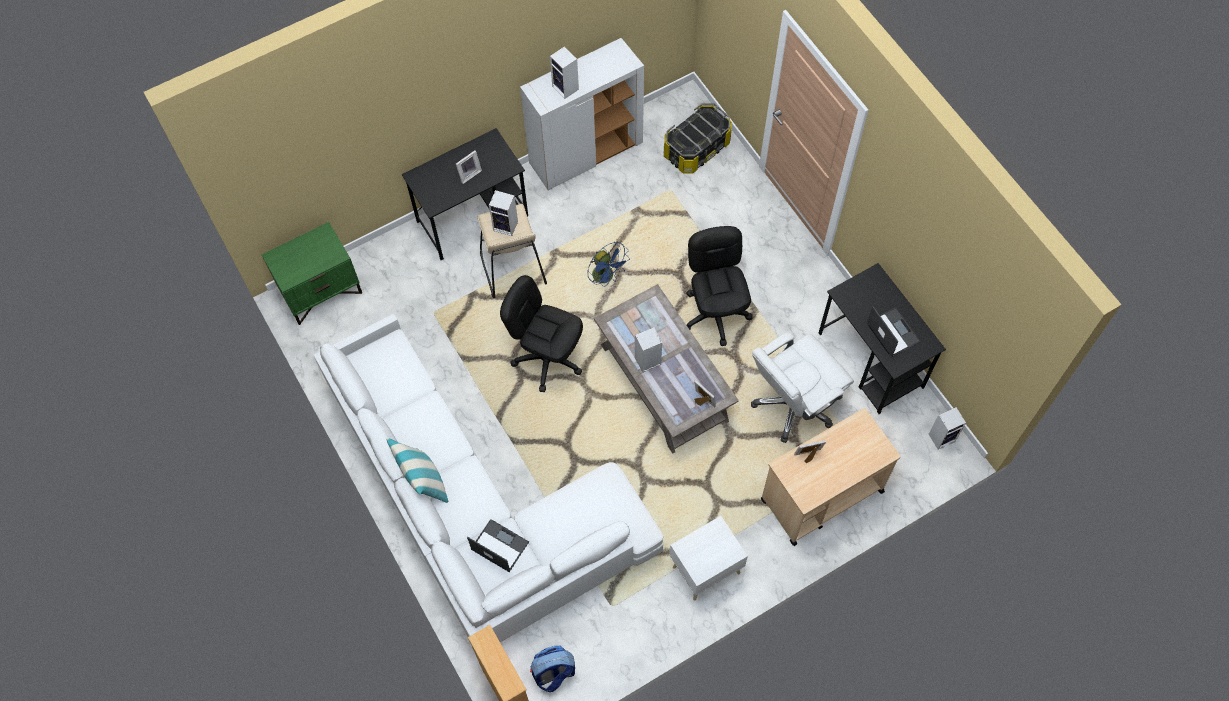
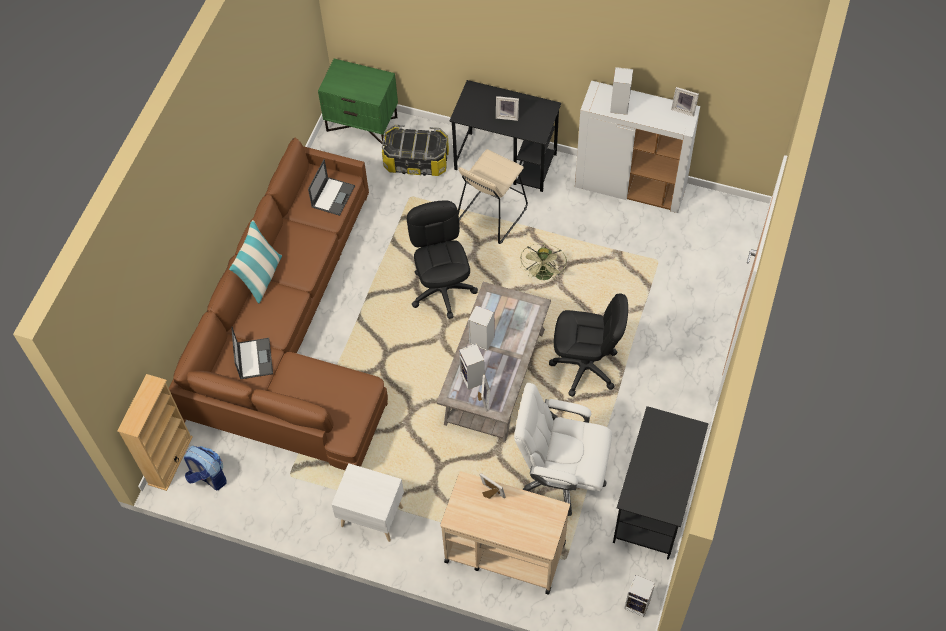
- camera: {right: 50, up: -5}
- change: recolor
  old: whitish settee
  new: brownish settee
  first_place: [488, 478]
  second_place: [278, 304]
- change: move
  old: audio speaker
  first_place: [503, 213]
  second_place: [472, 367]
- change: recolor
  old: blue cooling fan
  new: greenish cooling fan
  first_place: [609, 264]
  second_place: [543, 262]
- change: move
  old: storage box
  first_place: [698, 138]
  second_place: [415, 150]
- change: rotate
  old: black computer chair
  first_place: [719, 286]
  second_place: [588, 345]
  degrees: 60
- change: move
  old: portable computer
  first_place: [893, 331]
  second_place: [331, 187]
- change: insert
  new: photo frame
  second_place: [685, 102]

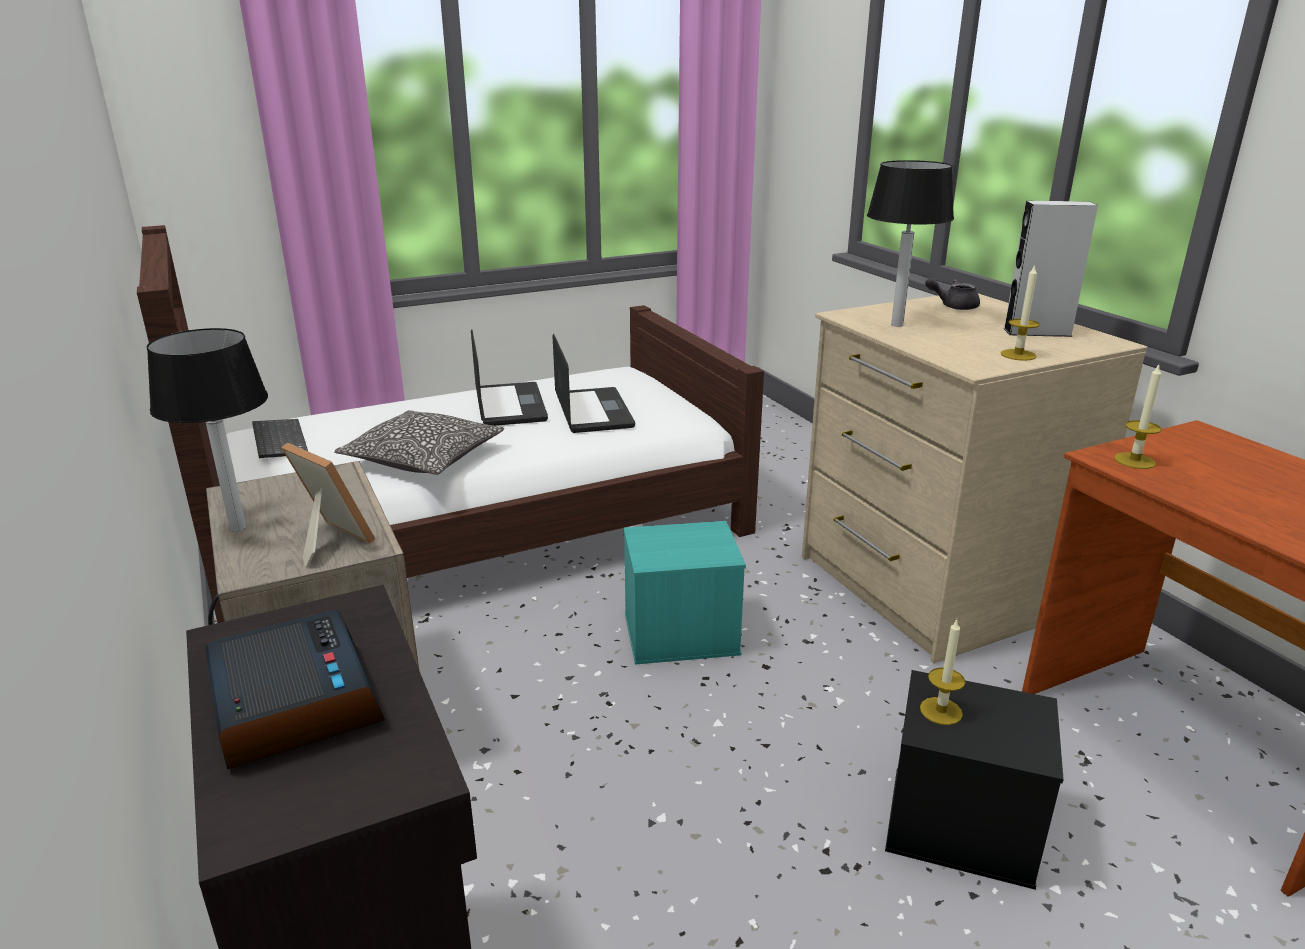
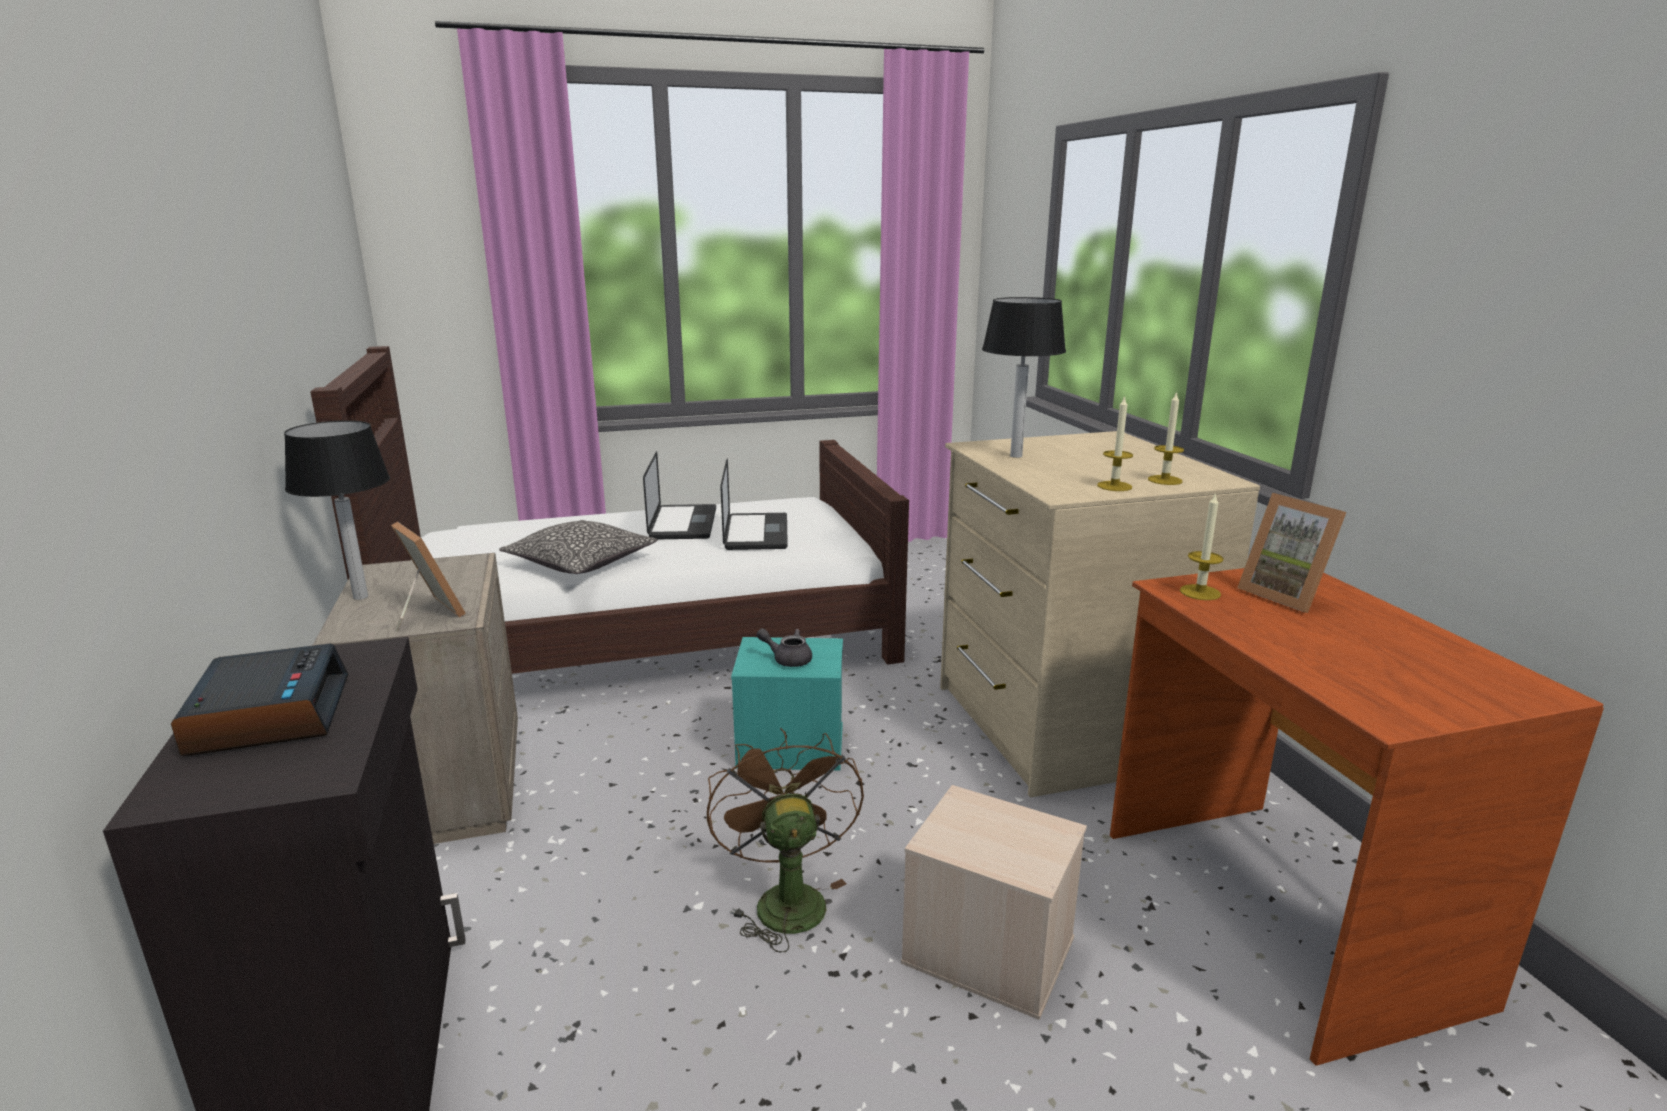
- camera: {right: 10, up: -5}
- change: delete
  old: keyboard
  first_place: [280, 438]
- change: recolor
  old: black storage box
  new: sand-coloured storage box
  first_place: [974, 780]
  second_place: [994, 902]
- change: move
  old: wax candle
  first_place: [942, 672]
  second_place: [1166, 438]
- change: move
  old: grey teapot
  first_place: [952, 293]
  second_place: [784, 647]
- change: delete
  old: grey audio speaker
  first_place: [1050, 269]
- change: insert
  new: brownish cooling fan
  second_place: [785, 840]
- change: insert
  new: photo frame
  second_place: [1291, 553]

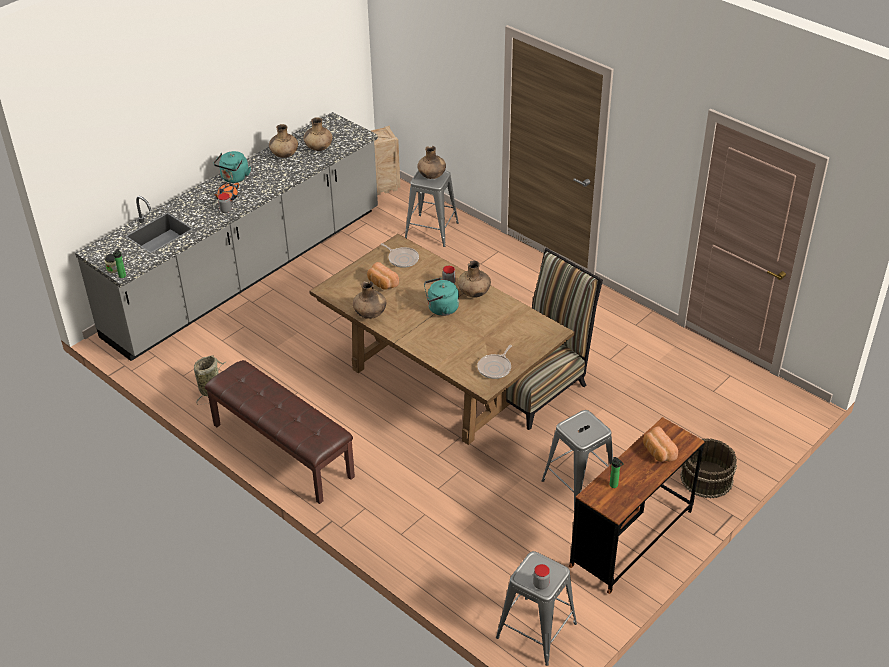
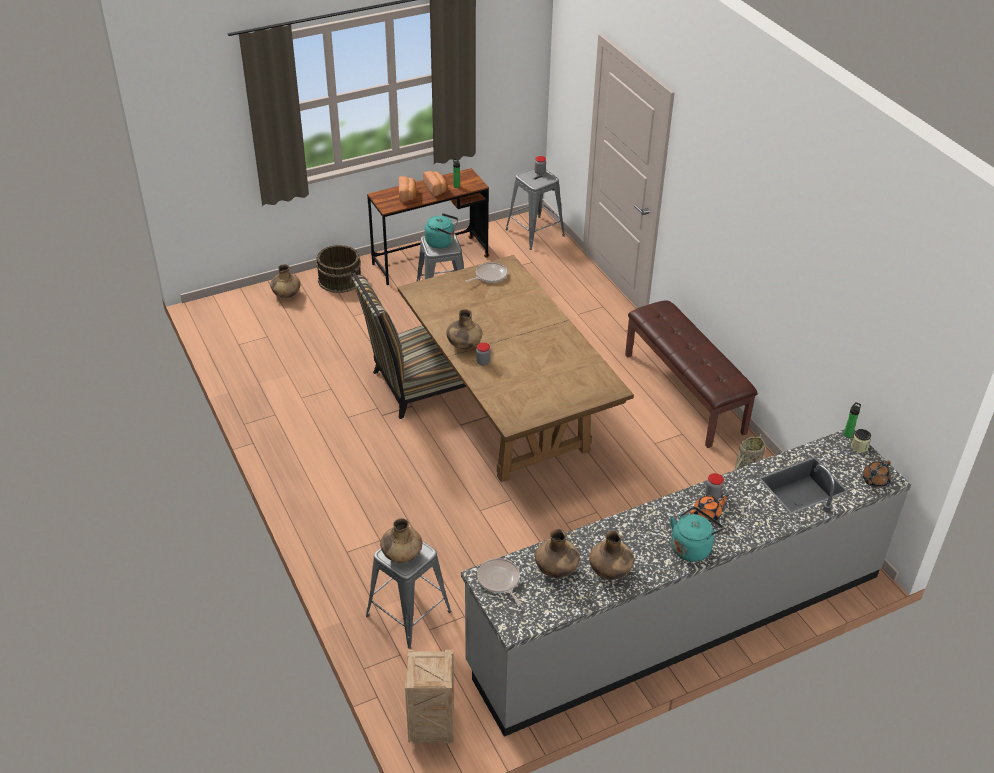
- camera: {right: -160, up: 0}
- change: move
  old: brownish decorative vase
  first_place: [369, 300]
  second_place: [285, 281]
- change: move
  old: bakery bread
  first_place: [383, 276]
  second_place: [435, 183]
- change: move
  old: frying pan
  first_place: [400, 255]
  second_place: [499, 581]
- change: move
  old: turquoise kettle
  first_place: [441, 296]
  second_place: [441, 231]
- change: insert
  new: brownish teapot
  second_place: [877, 474]

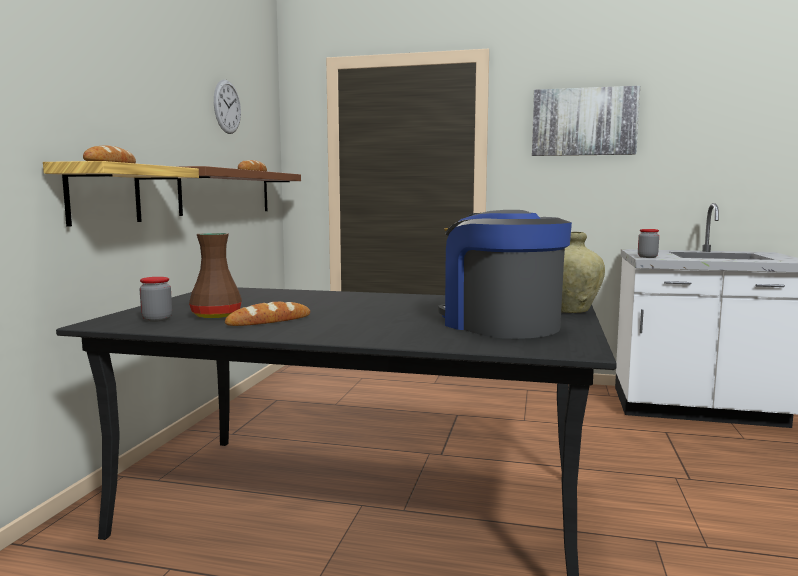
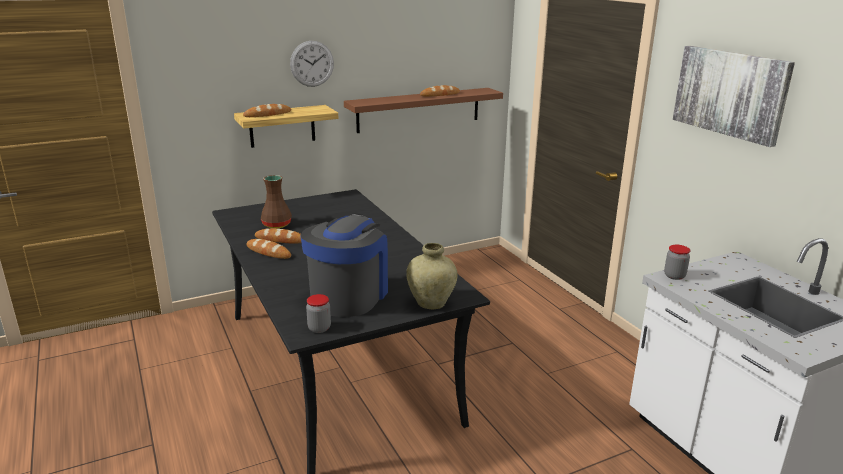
- camera: {right: 50, up: 15}
- change: move
  old: storage jar
  first_place: [156, 299]
  second_place: [318, 313]
- change: move
  old: clock on the wall
  first_place: [227, 107]
  second_place: [312, 64]
- change: insert
  new: bakery bread
  second_place: [269, 249]

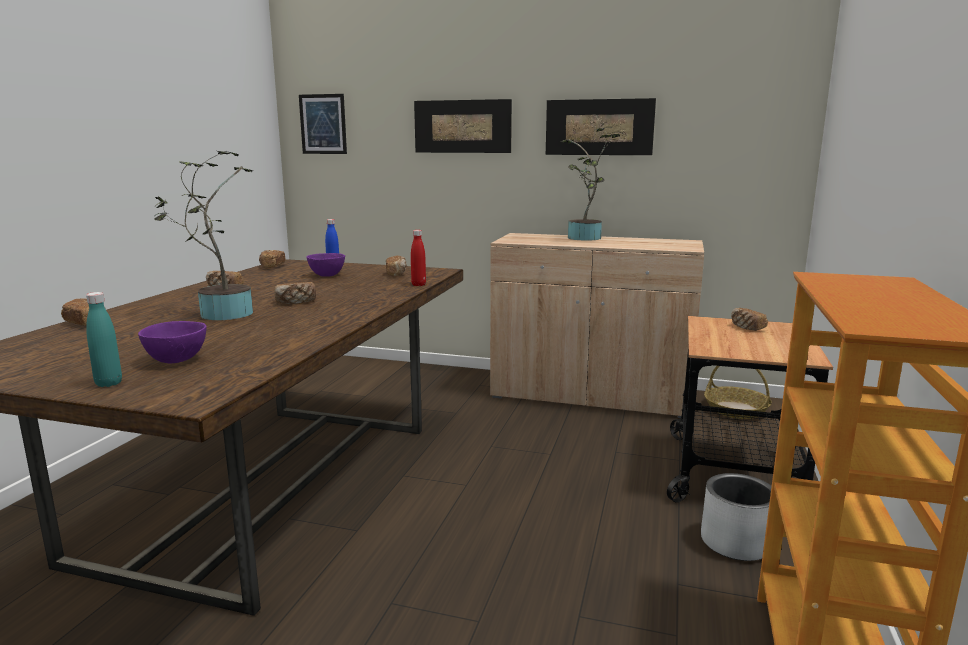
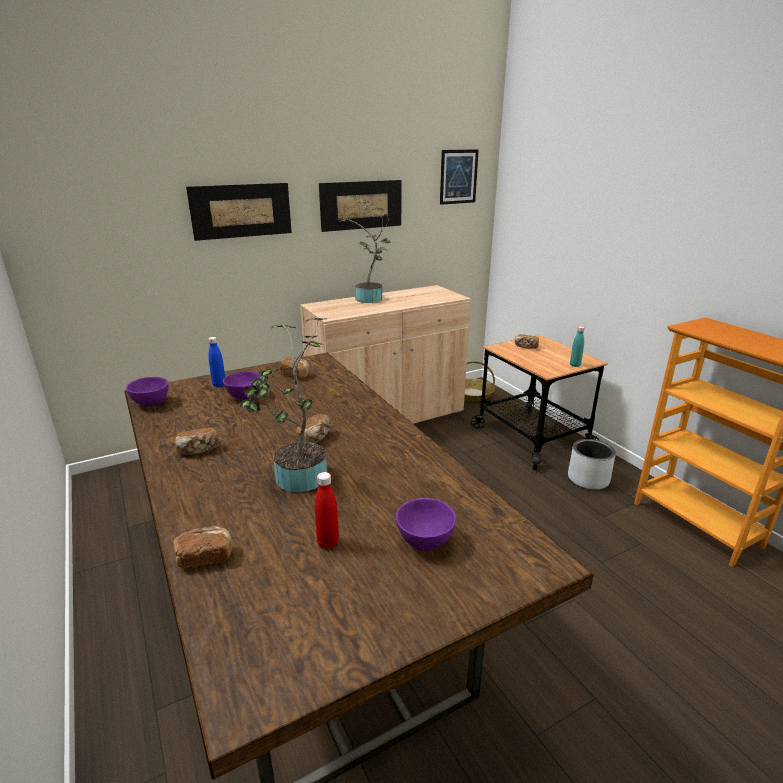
- camera: {right: -45, up: 10}
- change: move
  old: turquoise beverage bottle
  first_place: [104, 339]
  second_place: [577, 346]
- change: replace
  old: bakery bread
  new: purple bowl
  first_place: [272, 259]
  second_place: [147, 392]
- change: move
  old: picture
  first_place: [323, 124]
  second_place: [459, 177]
- change: move
  old: reddish beverage bottle
  first_place: [418, 258]
  second_place: [327, 511]

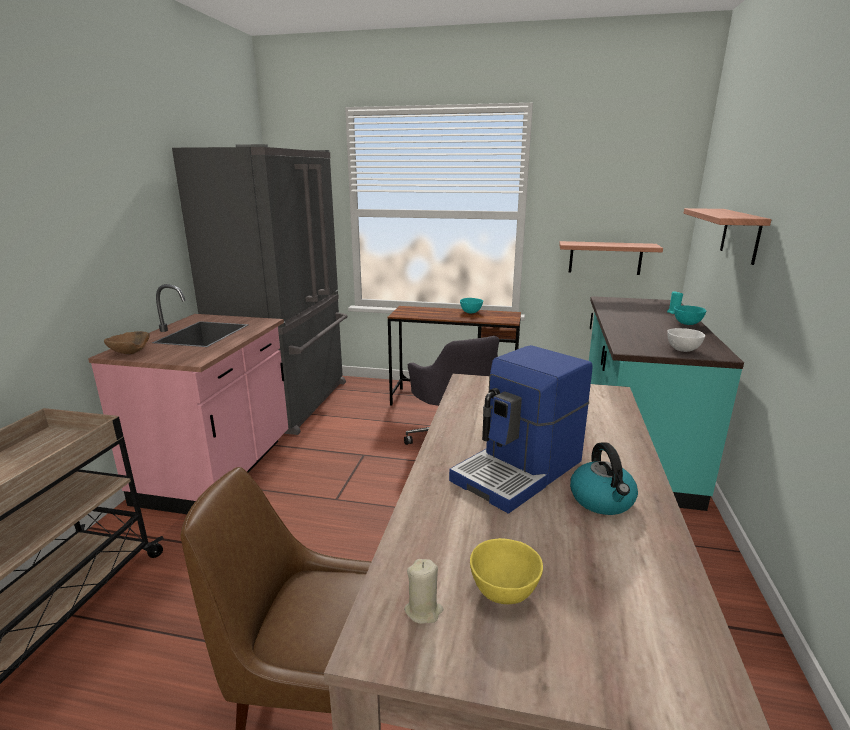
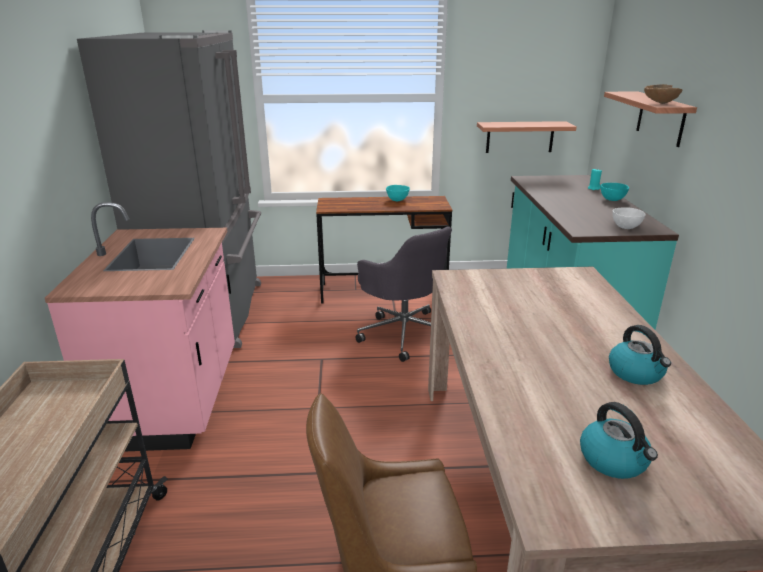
- camera: {right: -15, up: 5}
- change: move
  old: brownish bowl
  first_place: [127, 343]
  second_place: [663, 94]
- change: delete
  old: sand-coloured wax candle
  first_place: [423, 591]
- change: delete
  old: coffee brewer
  first_place: [521, 429]
- change: replace
  old: yellow-coloured bowl
  new: kettle
  first_place: [506, 571]
  second_place: [619, 440]

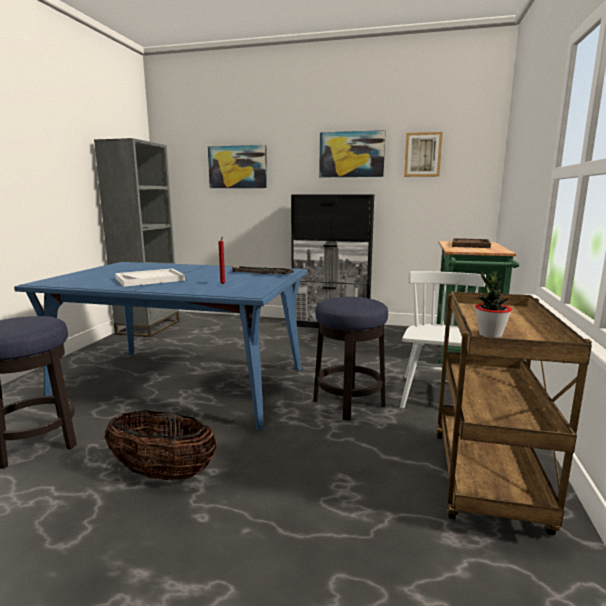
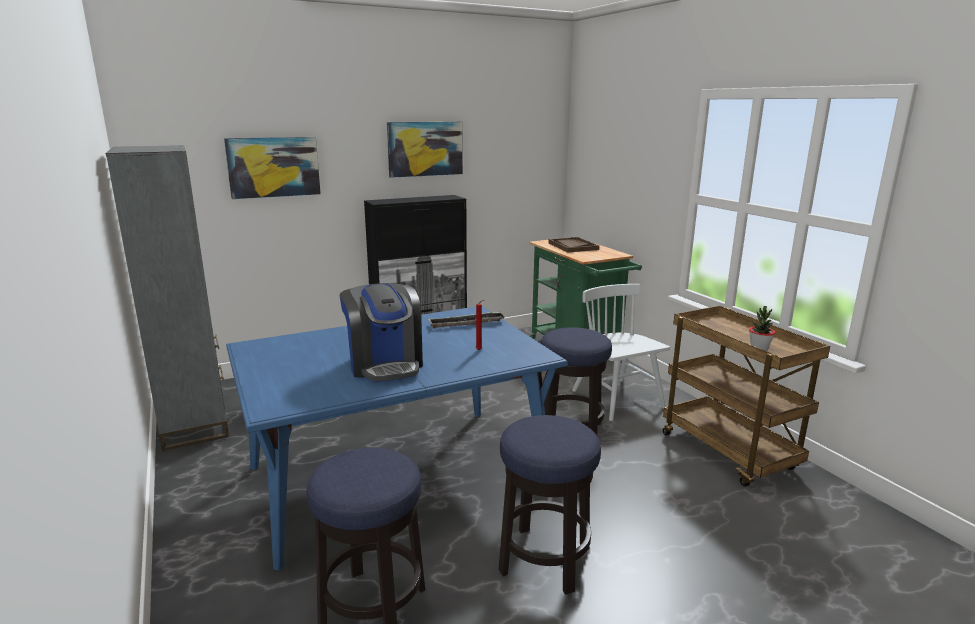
- camera: {right: -40, up: 5}
- change: replace
  old: storage basket
  new: sitting stool
  first_place: [161, 445]
  second_place: [549, 505]
- change: replace
  old: whitish serving tray
  new: coffee brewer
  first_place: [150, 278]
  second_place: [381, 333]
- change: delete
  old: picture
  first_place: [423, 154]

